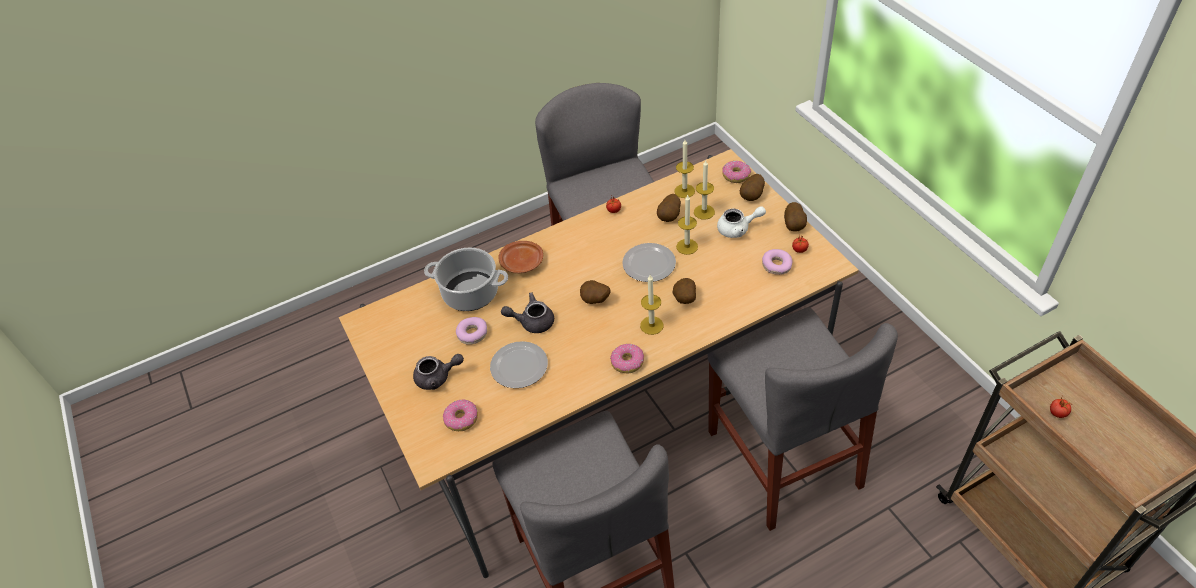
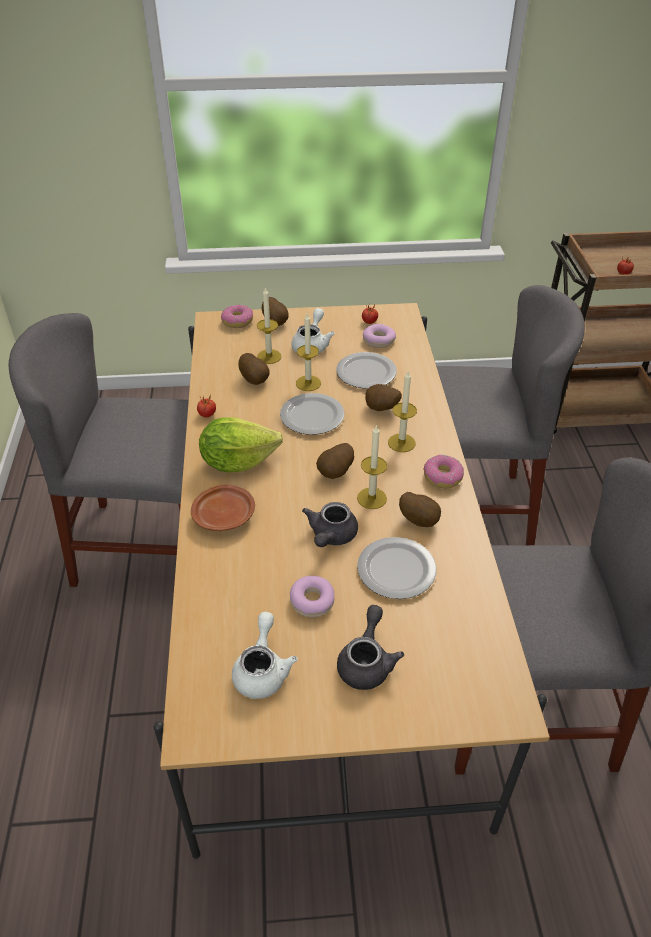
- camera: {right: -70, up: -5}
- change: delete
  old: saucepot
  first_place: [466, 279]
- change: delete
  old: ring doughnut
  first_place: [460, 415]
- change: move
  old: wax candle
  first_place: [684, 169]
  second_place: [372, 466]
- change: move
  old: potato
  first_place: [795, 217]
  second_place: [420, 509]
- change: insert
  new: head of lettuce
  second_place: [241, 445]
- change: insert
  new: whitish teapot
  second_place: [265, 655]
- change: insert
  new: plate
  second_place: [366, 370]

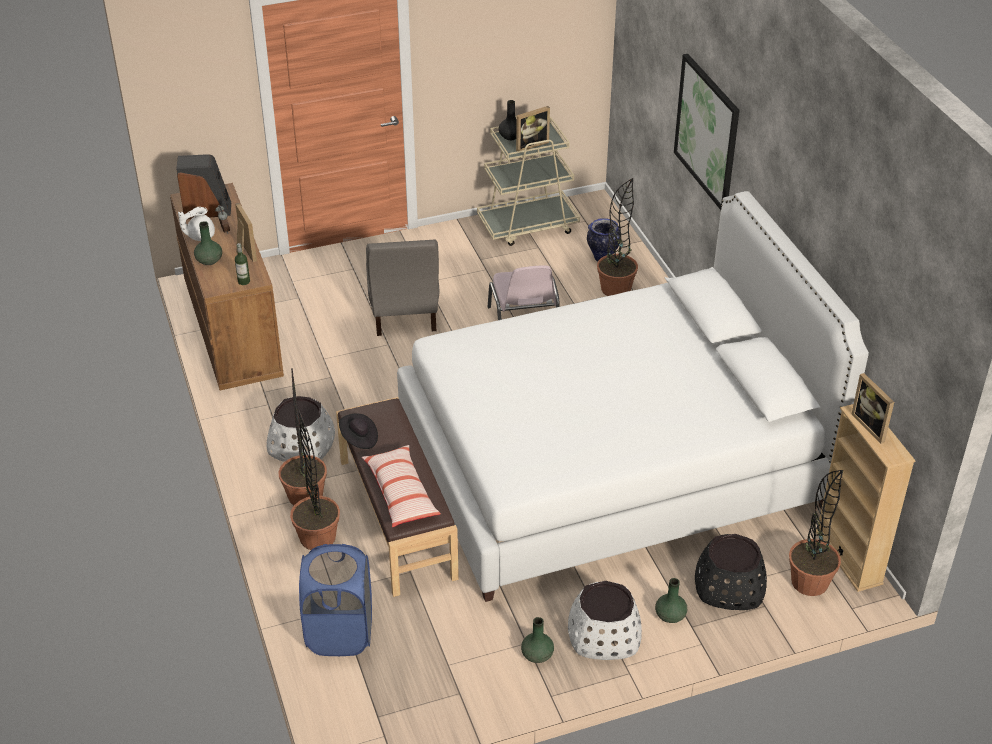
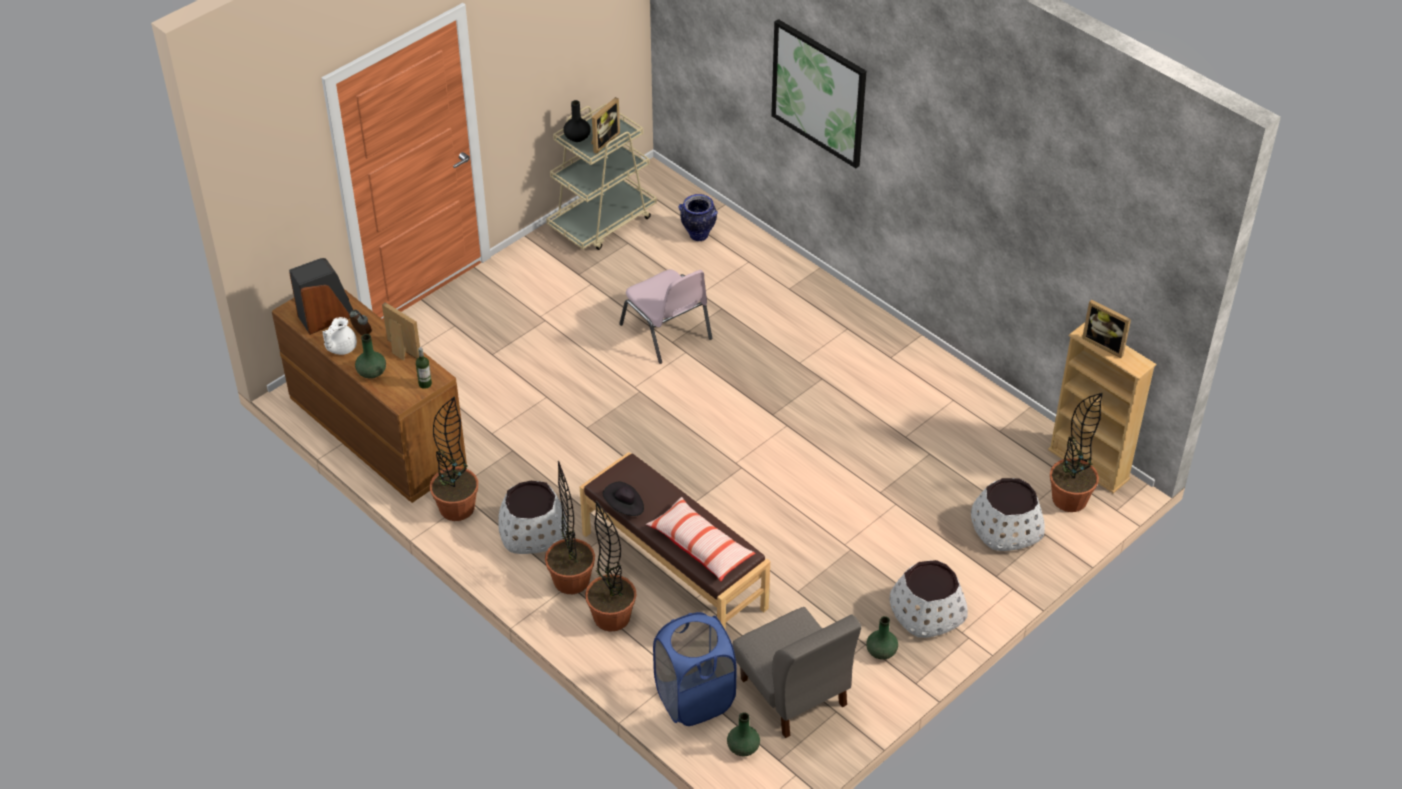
- camera: {right: -25, up: 5}
- change: move
  old: grey chair
  first_place: [403, 287]
  second_place: [796, 672]
- change: delete
  old: whitish bed
  first_place: [633, 396]
- change: move
  old: houseplant
  first_place: [617, 237]
  second_place: [454, 458]
- change: move
  old: greenish decorative vase
  first_place: [671, 600]
  second_place: [743, 734]
- change: recolor
  old: black plant pot
  new: whitish plant pot
  first_place: [731, 572]
  second_place: [1008, 514]

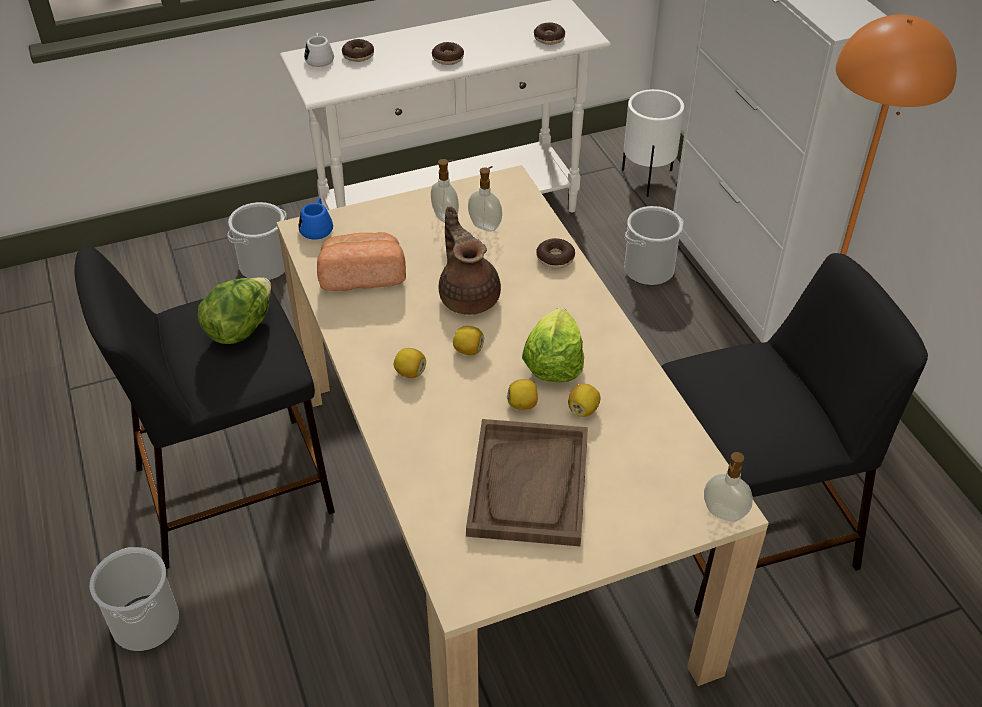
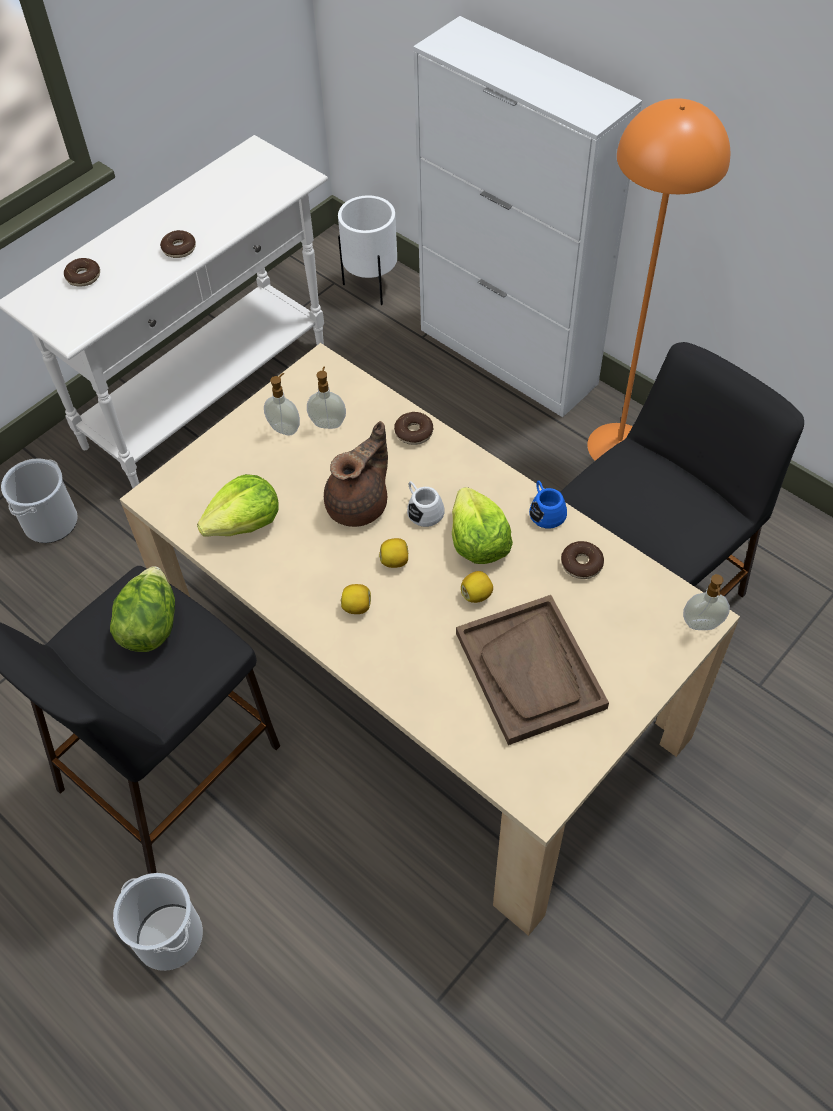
- camera: {right: -25, up: 10}
- change: move
  old: blue mug
  first_place: [315, 219]
  second_place: [548, 504]
- change: move
  old: whitish mug
  first_place: [319, 50]
  second_place: [426, 504]
- change: replace
  old: bakery bread
  new: head of lettuce
  first_place: [361, 261]
  second_place: [238, 505]
- change: rotate
  old: brownish teapot
  first_place: [470, 260]
  second_place: [356, 474]
  degrees: 90
- change: move
  old: ring doughnut
  first_place: [549, 33]
  second_place: [582, 560]
- change: delete
  old: whole lemon
  first_place: [584, 400]
- change: delete
  old: pail
  first_place: [654, 246]

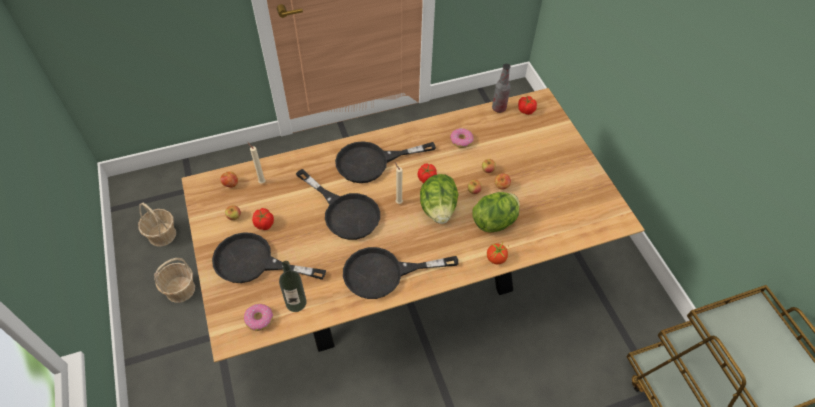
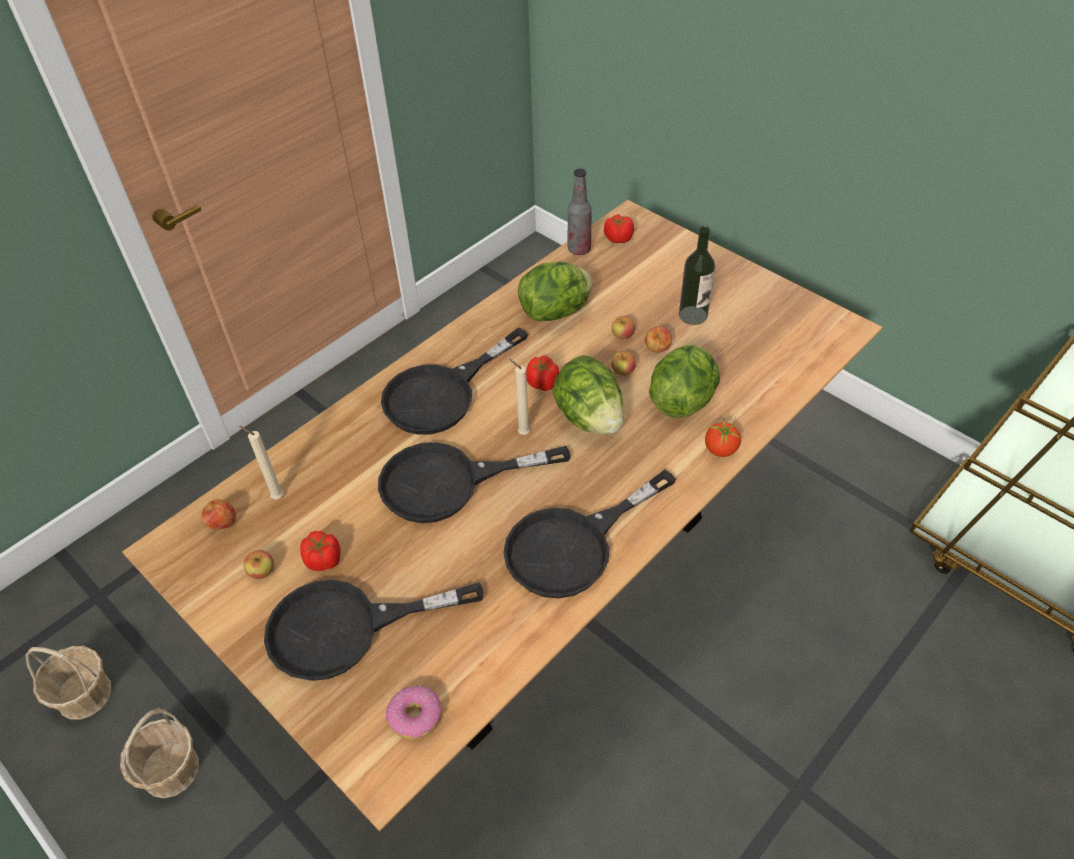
- camera: {right: -25, up: -5}
- change: move
  old: beverage bottle
  first_place: [293, 286]
  second_place: [697, 275]
- change: rotate
  old: black frying pan
  first_place: [338, 204]
  second_place: [474, 482]
  degrees: 150
- change: replace
  old: ring doughnut
  new: head of lettuce
  first_place: [462, 138]
  second_place: [555, 291]

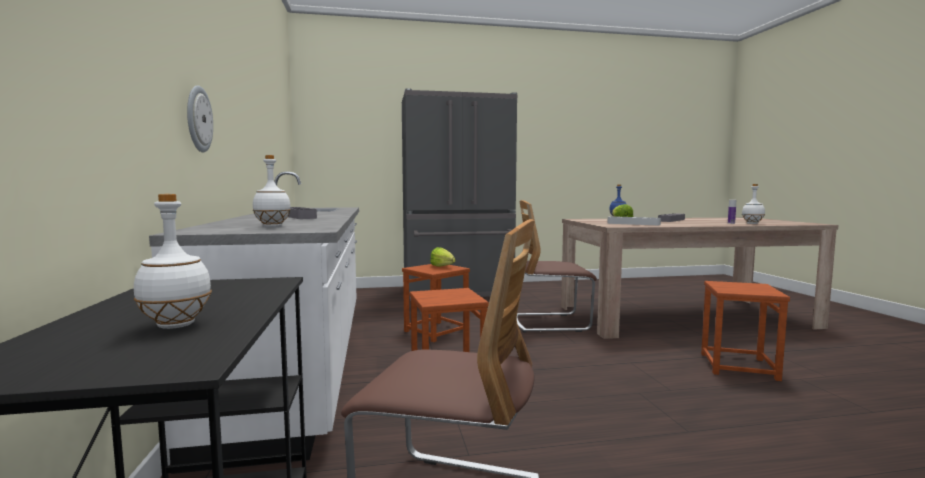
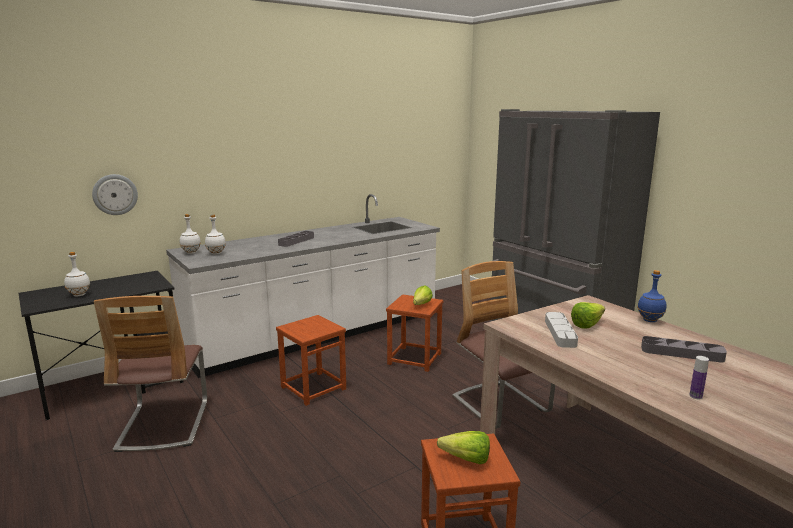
- camera: {right: 65, up: 10}
- change: move
  old: clock on the wall
  first_place: [200, 118]
  second_place: [115, 194]
- change: move
  old: whitish beverage bottle
  first_place: [753, 204]
  second_place: [190, 234]
- change: insert
  new: head of lettuce
  second_place: [463, 447]

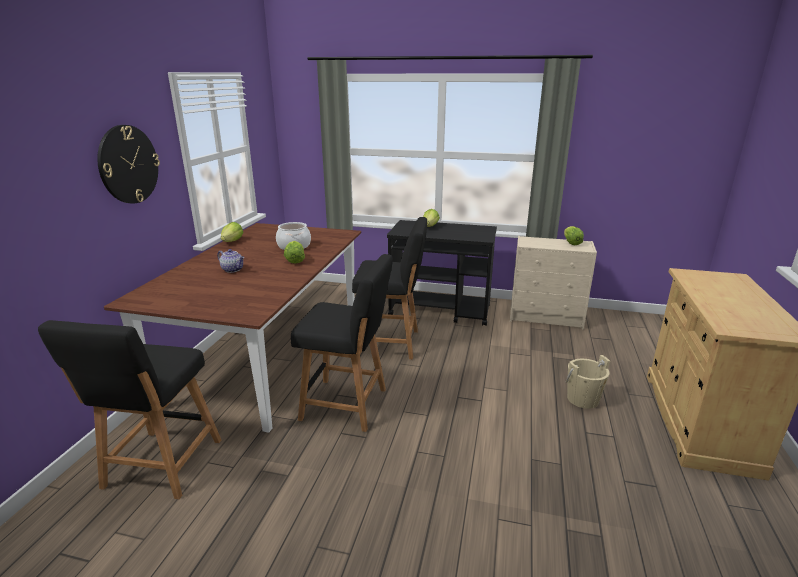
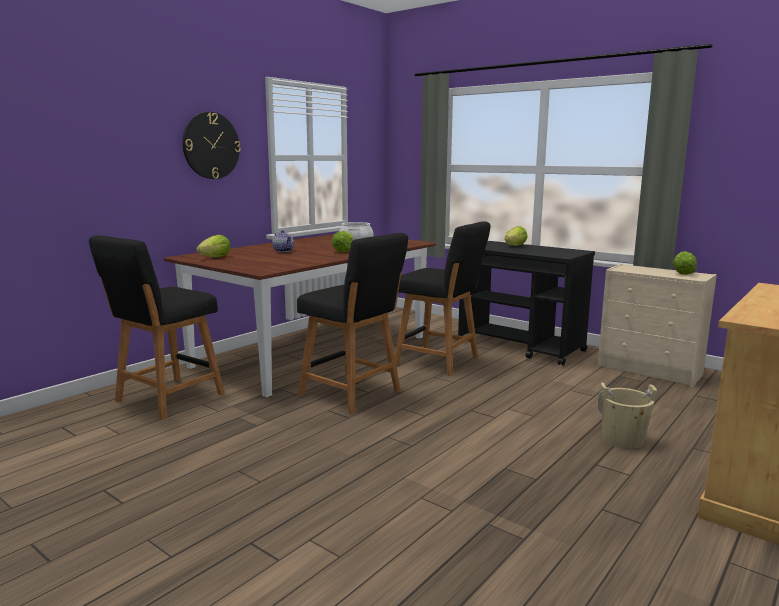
- camera: {right: 25, up: -10}
- change: move
  old: head of lettuce
  first_place: [232, 232]
  second_place: [213, 246]

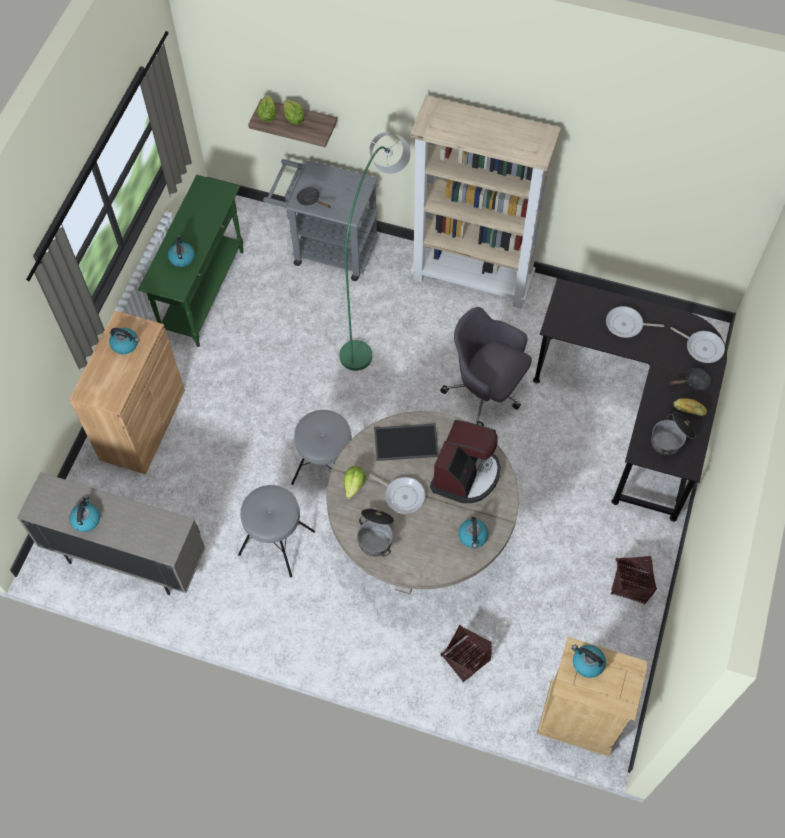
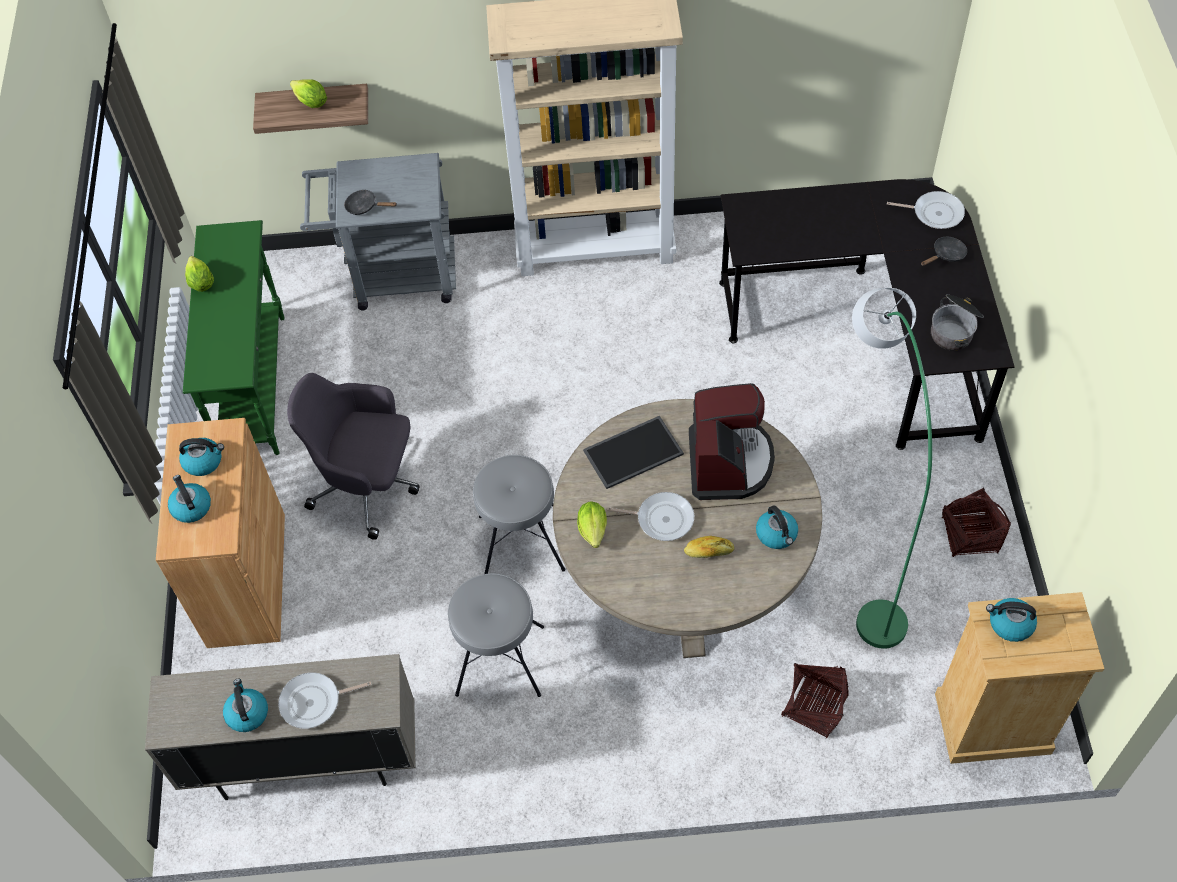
- camera: {right: -20, up: -5}
- change: move
  old: kettle
  first_place: [181, 251]
  second_place: [189, 499]
- change: move
  old: head of lettuce
  first_place: [267, 108]
  second_place: [199, 274]
- change: move
  old: greenish floor lamp
  first_place: [375, 251]
  second_place: [892, 468]
- change: delete
  old: saucepot
  first_place: [375, 533]
- change: move
  old: grey computer chair
  first_place: [486, 366]
  second_place: [353, 456]
- change: move
  old: frying pan
  first_place: [635, 322]
  second_place: [325, 700]
- change: move
  old: bakery bread
  first_place: [690, 407]
  second_place: [709, 547]

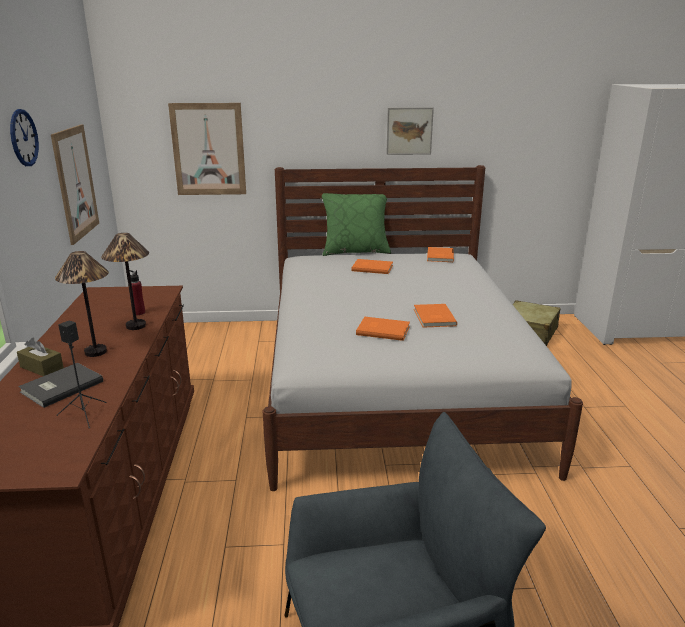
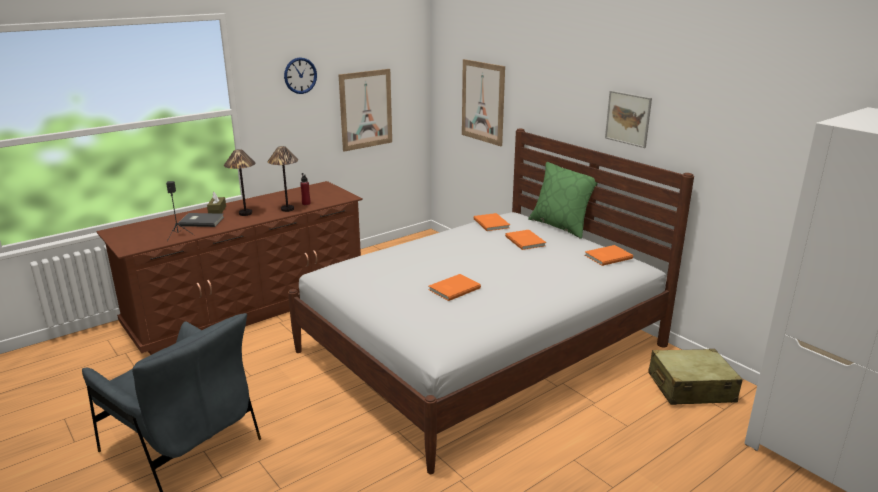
- camera: {right: 55, up: 0}
- change: move
  old: orange book
  first_place: [383, 329]
  second_place: [491, 222]

